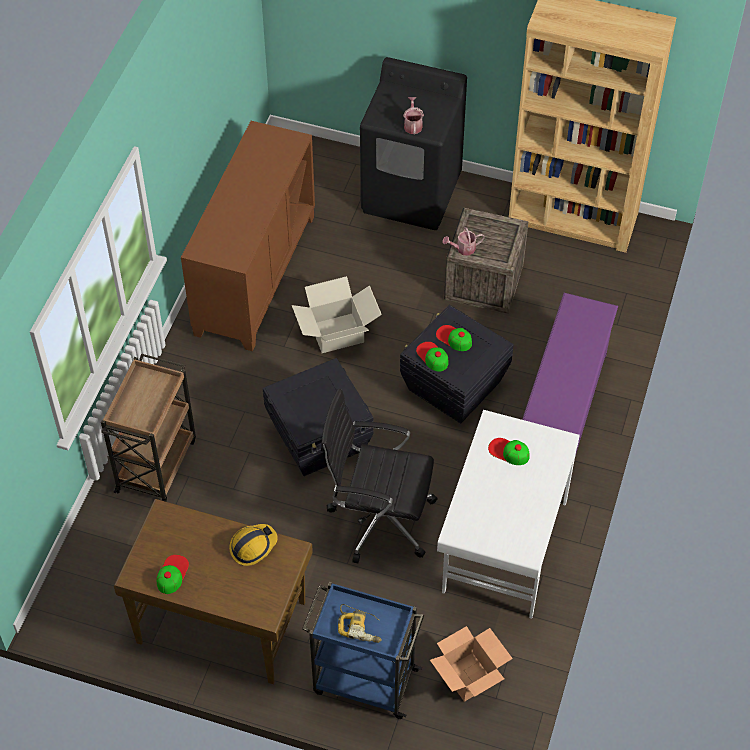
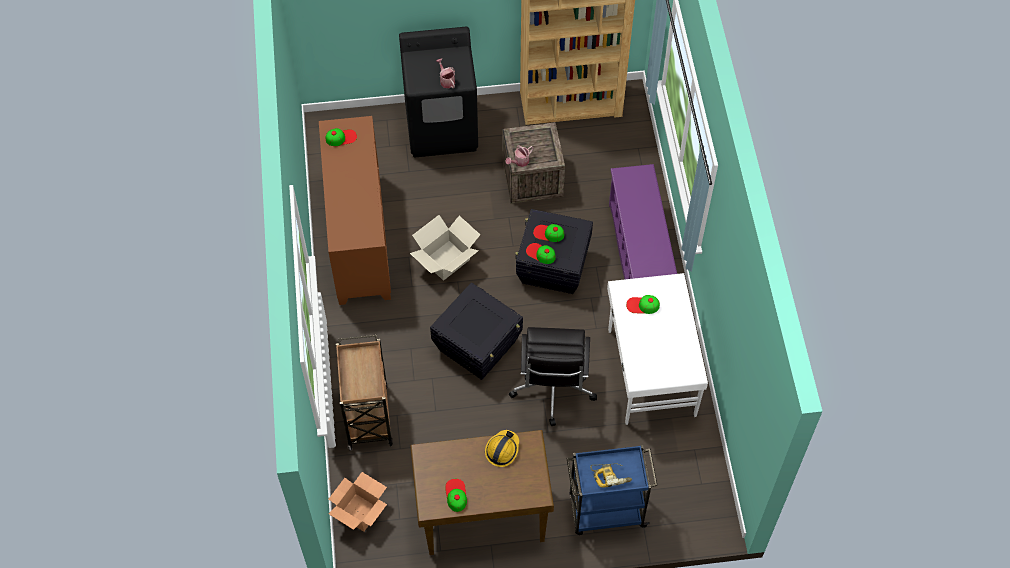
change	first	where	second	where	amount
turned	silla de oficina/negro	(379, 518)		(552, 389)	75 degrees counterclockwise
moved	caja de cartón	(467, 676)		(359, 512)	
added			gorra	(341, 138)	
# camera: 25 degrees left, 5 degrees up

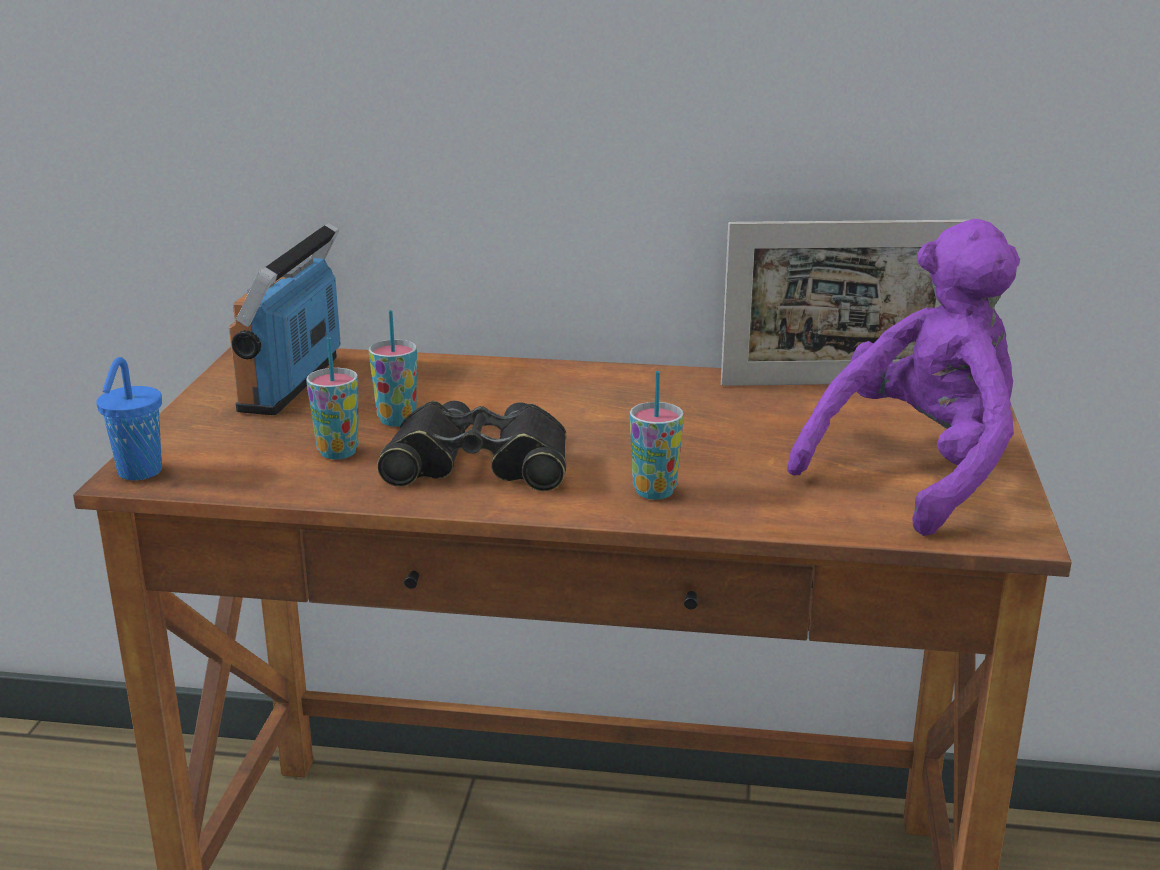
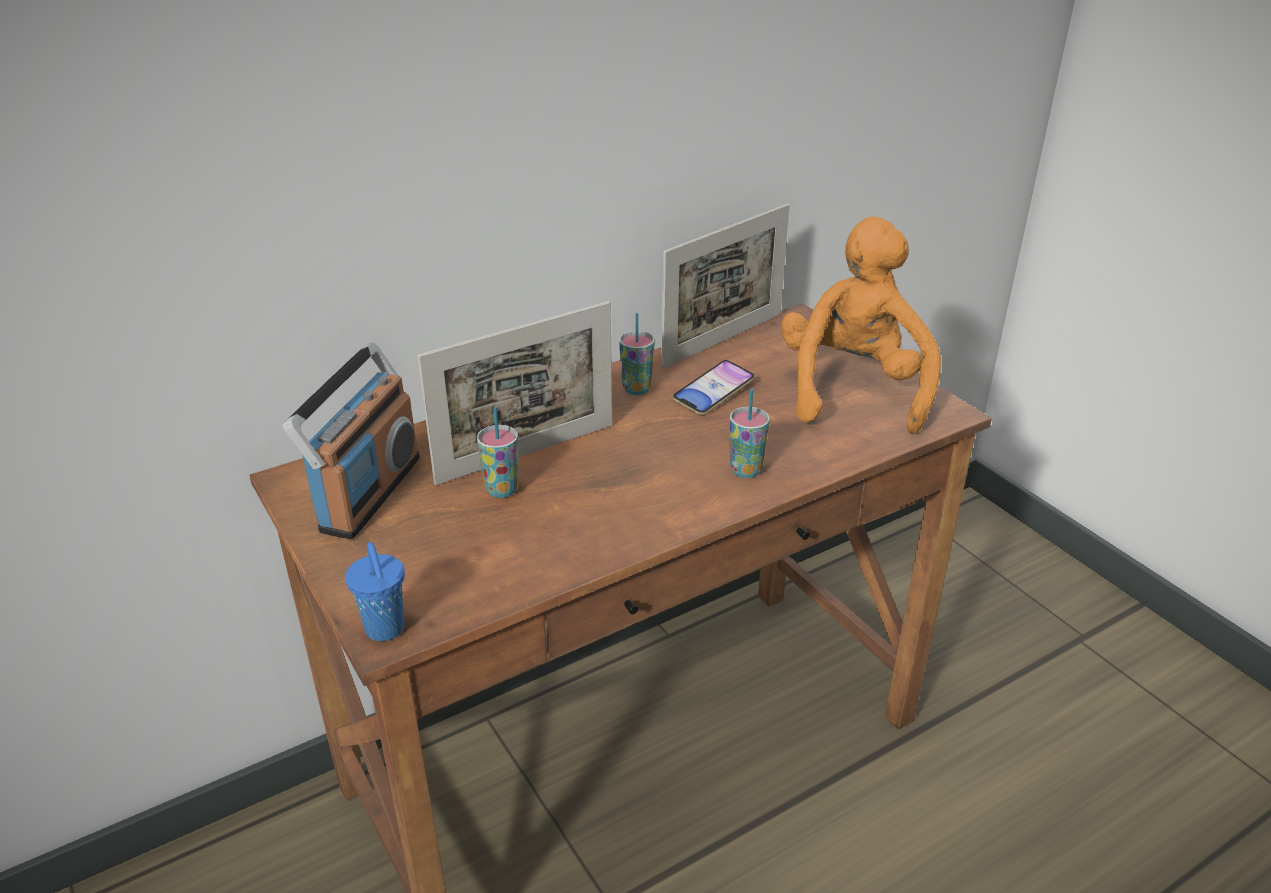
change	first	where	second	where	amount
recoloured	peluche/morado	(918, 472)	peluche/naranja	(853, 389)	
turned	radio	(292, 384)		(369, 493)	135 degrees counterclockwise
moved	taza	(338, 452)		(636, 389)	
removed	prismáticos/negro	(479, 464)			
added			portarretratos	(526, 453)	
added			móvil	(713, 393)	
# camera: 40 degrees left, 10 degrees up

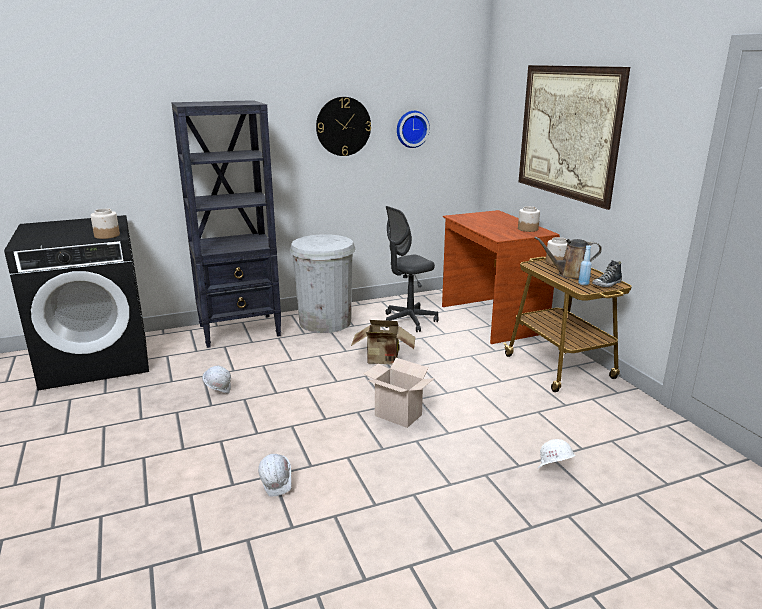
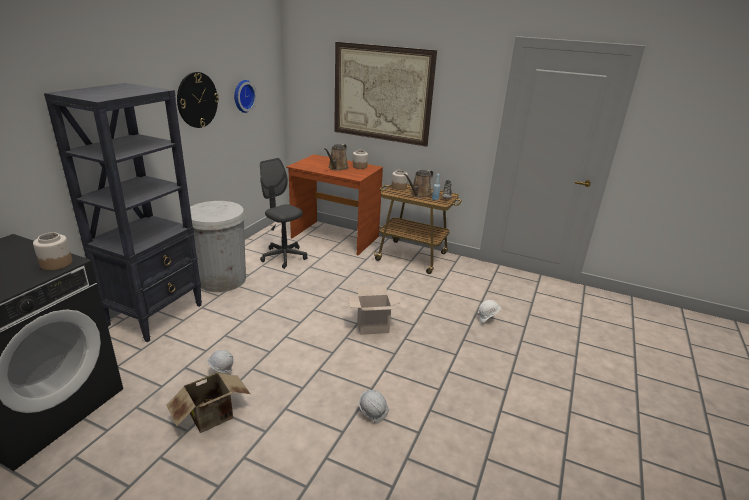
change	first	where	second	where	amount
turned	silla de oficina/gris	(408, 321)		(284, 257)	120 degrees clockwise
moved	caja de cartón	(384, 360)		(213, 418)	
added			regadera/marrón	(337, 168)	
# camera: 45 degrees left, 5 degrees up

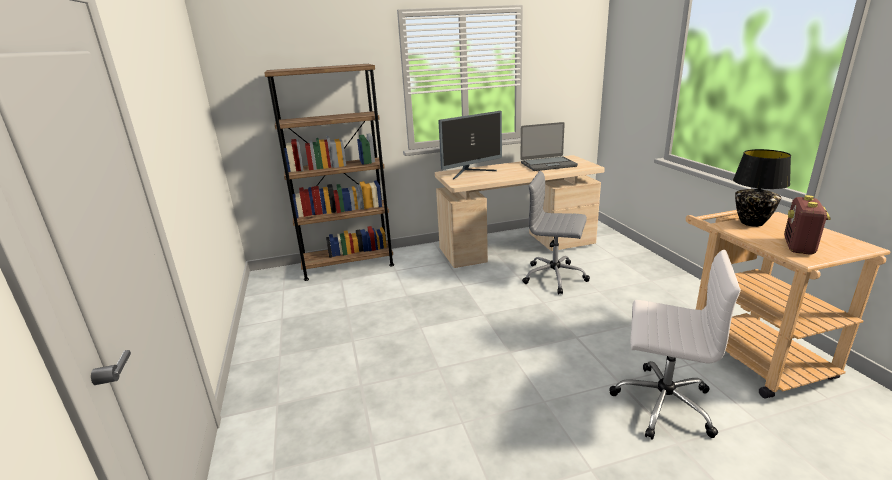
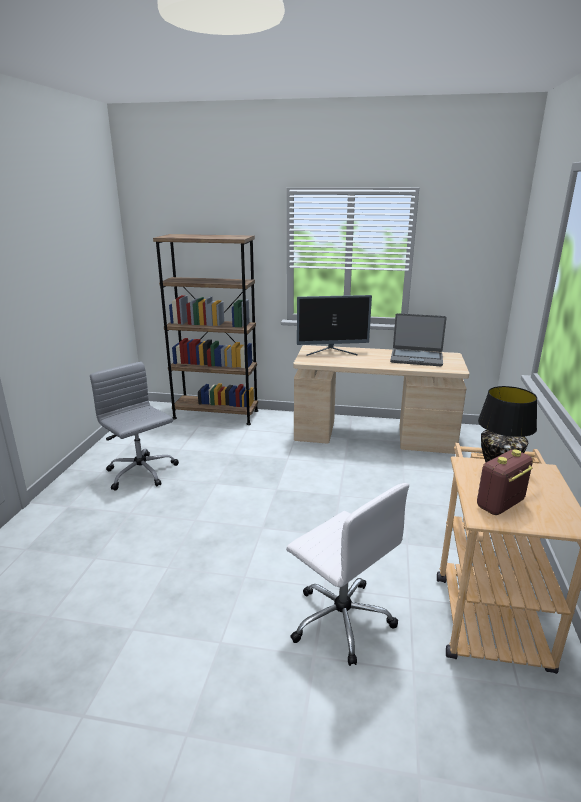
change	first	where	second	where	amount
moved	silla de oficina/gris	(555, 277)		(142, 473)	
# camera: 25 degrees right, 0 degrees up

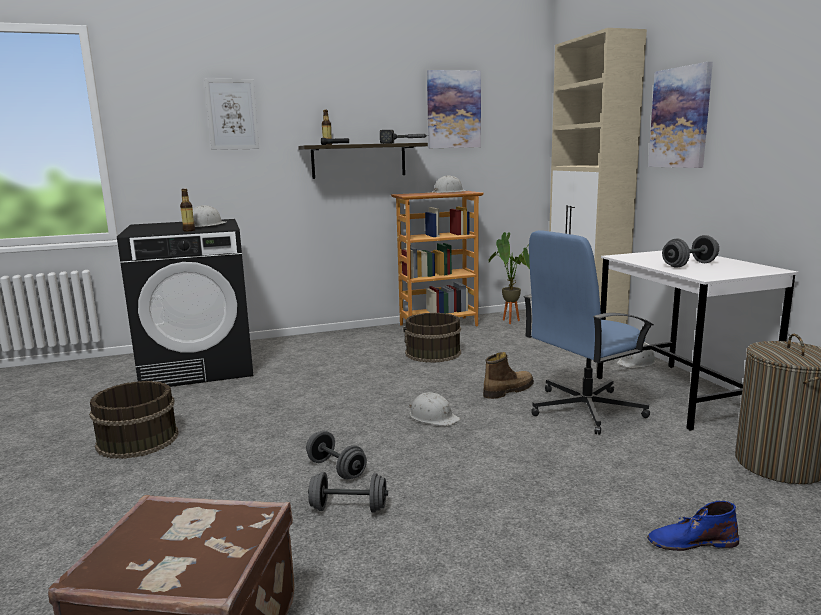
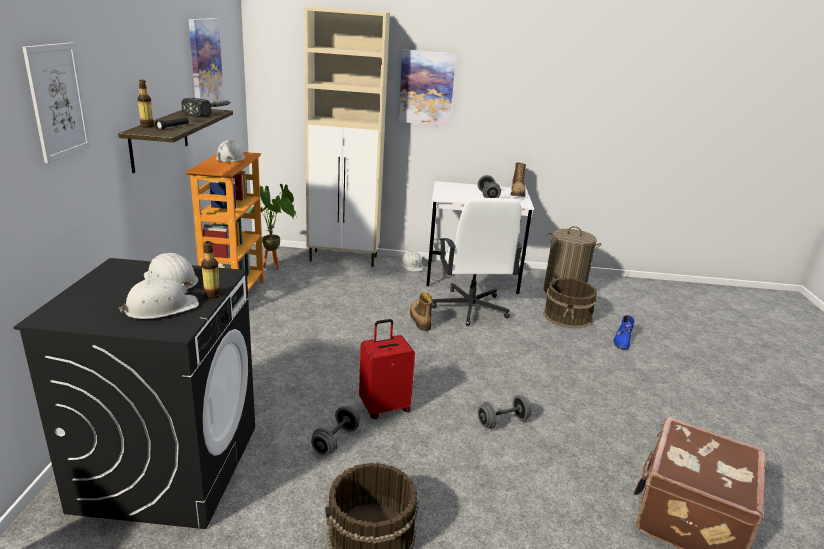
change	first	where	second	where	amount
recoloured	silla de oficina/azul	(584, 409)	silla de oficina/blanco	(470, 308)	
moved	cubo/marrón	(433, 353)		(568, 316)	
moved	casco/blanco	(433, 417)		(161, 308)	
moved	mancuerna/gris	(349, 508)		(336, 440)	
added			bota	(517, 194)	
added			maleta/rojo	(384, 407)	
# camera: 70 degrees left, 10 degrees up

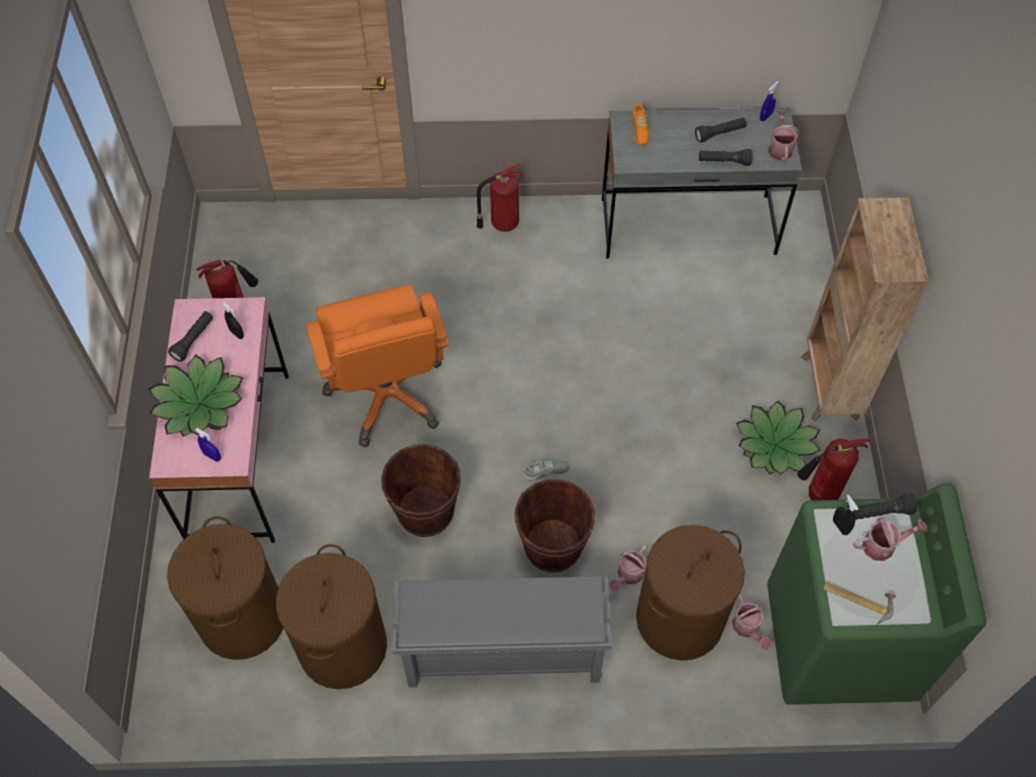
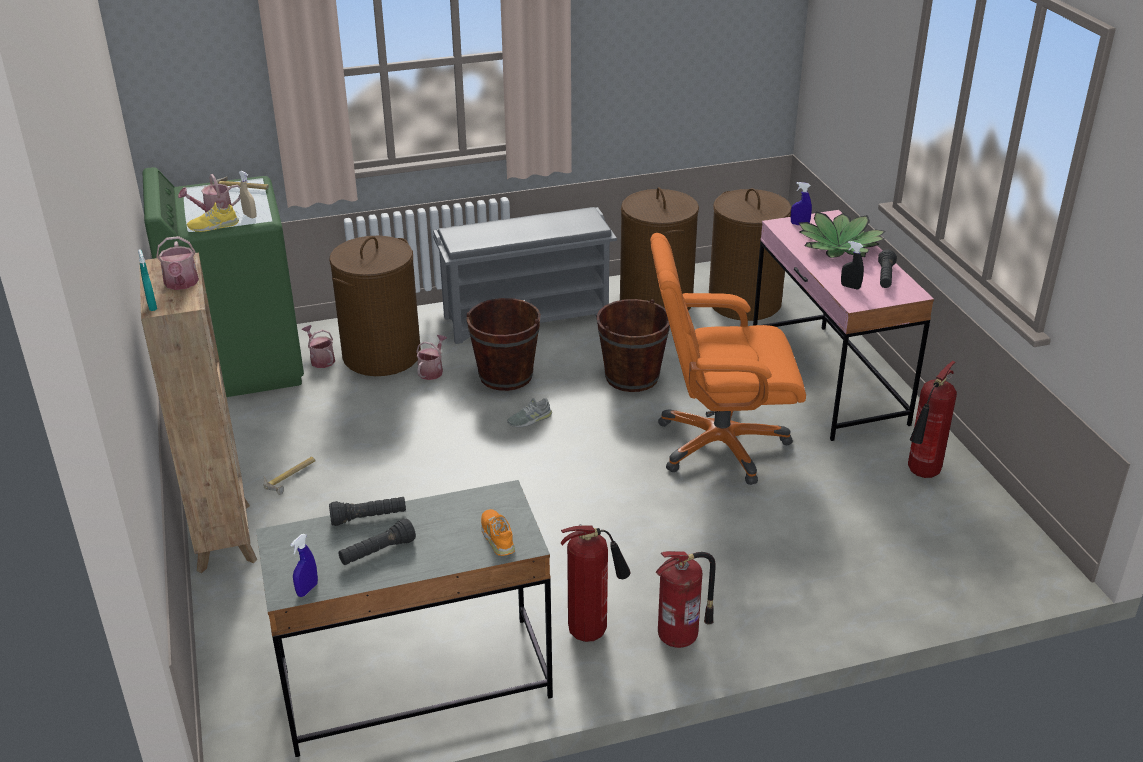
change	first	where	second	where	amount
moved	regadera	(780, 147)		(181, 284)	
turned	silla de oficina/naranja	(387, 395)		(719, 445)	60 degrees counterclockwise
replaced	planta en maceta	(775, 445)	martillo	(291, 477)	
moved	extintor	(818, 497)		(592, 631)	
replaced	linterna/negro	(879, 513)	zapato/amarillo	(213, 226)	
recoloured	pulverizador/negro	(840, 526)	pulverizador/beis	(250, 216)	
added			pulverizador/turquesa	(152, 306)	
# camera: 165 degrees right, 25 degrees down

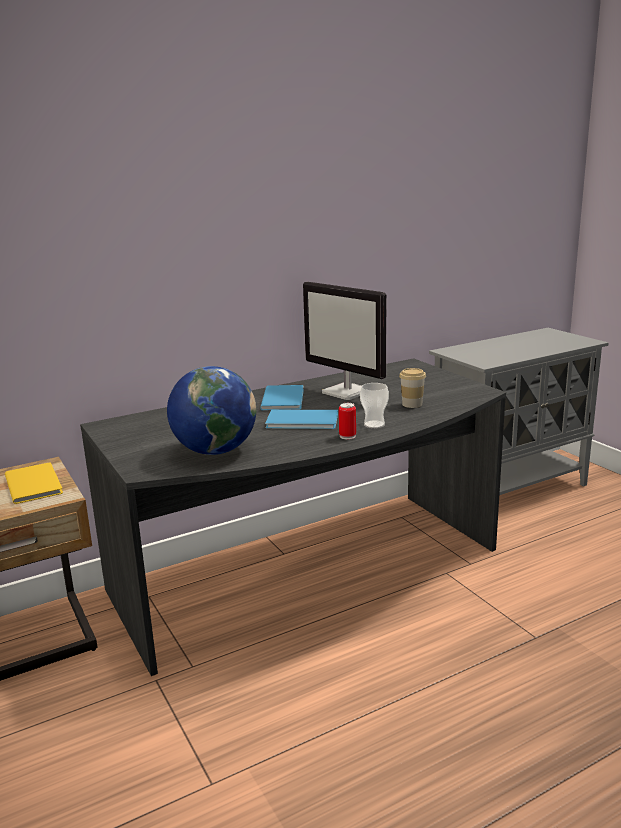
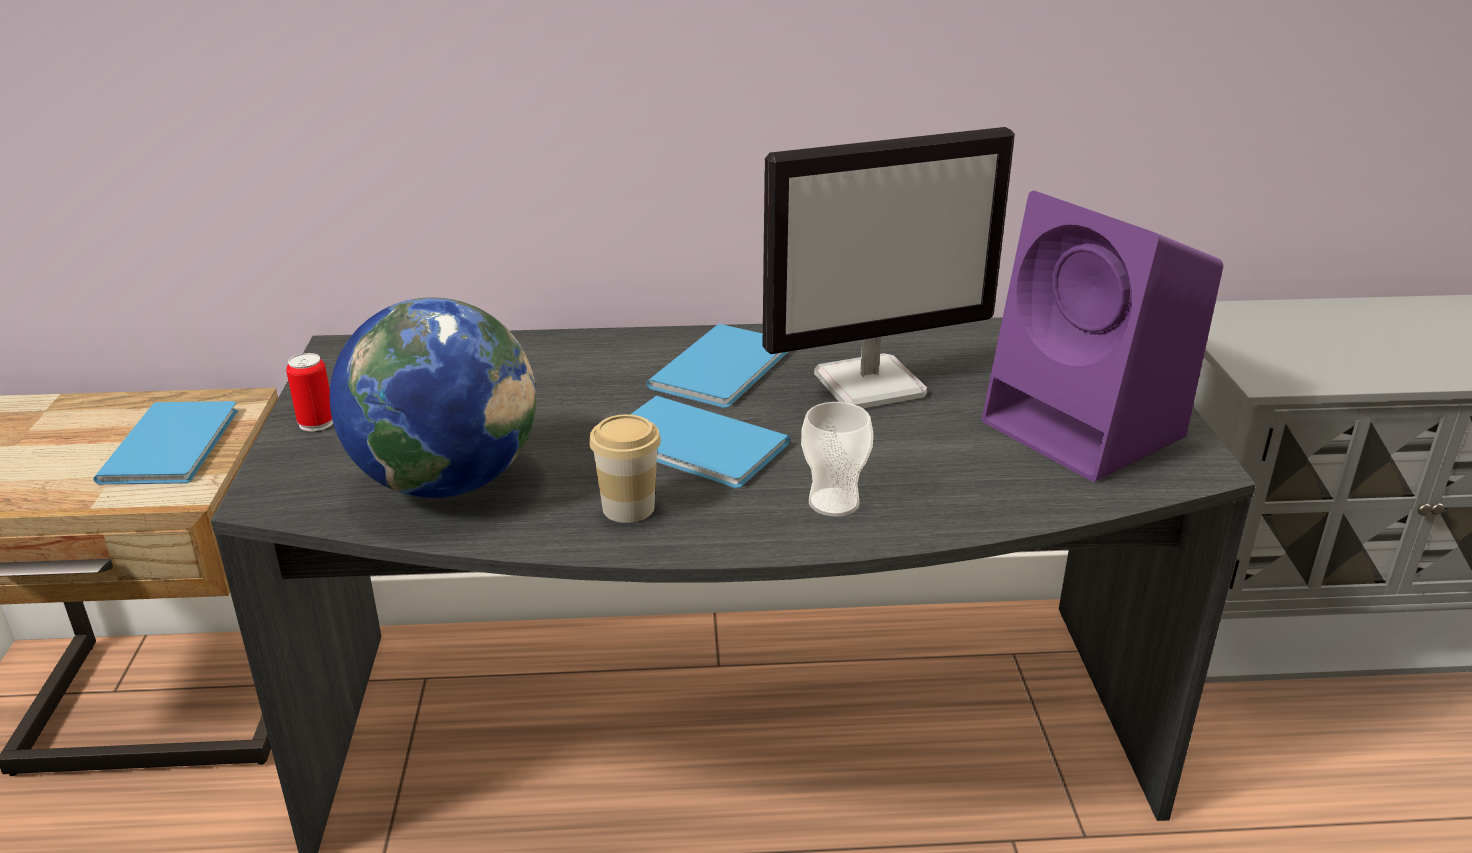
change	first	where	second	where	amount
turned	monitor	(347, 392)		(871, 384)	90 degrees counterclockwise
moved	taza	(412, 404)		(628, 508)	
moved	lata	(347, 436)		(316, 423)	
recoloured	libro/amarillo	(35, 483)	libro/azul	(176, 443)	
added			altavoz/morado	(1088, 431)	
# camera: 25 degrees right, 10 degrees up

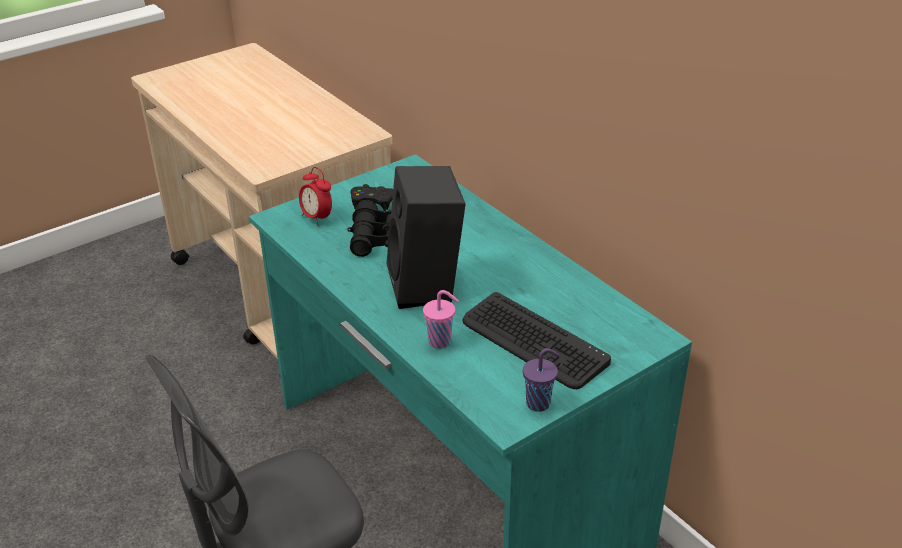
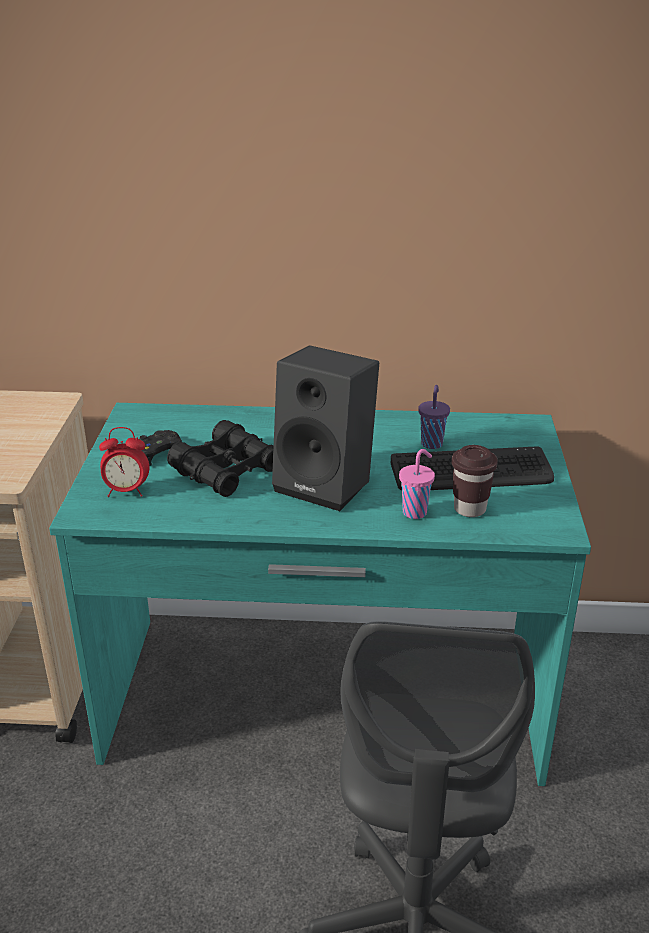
change	first	where	second	where	amount
moved	taza/morado	(539, 403)		(432, 443)	
added			taza/marrón	(469, 509)	
# camera: 50 degrees left, 5 degrees down

